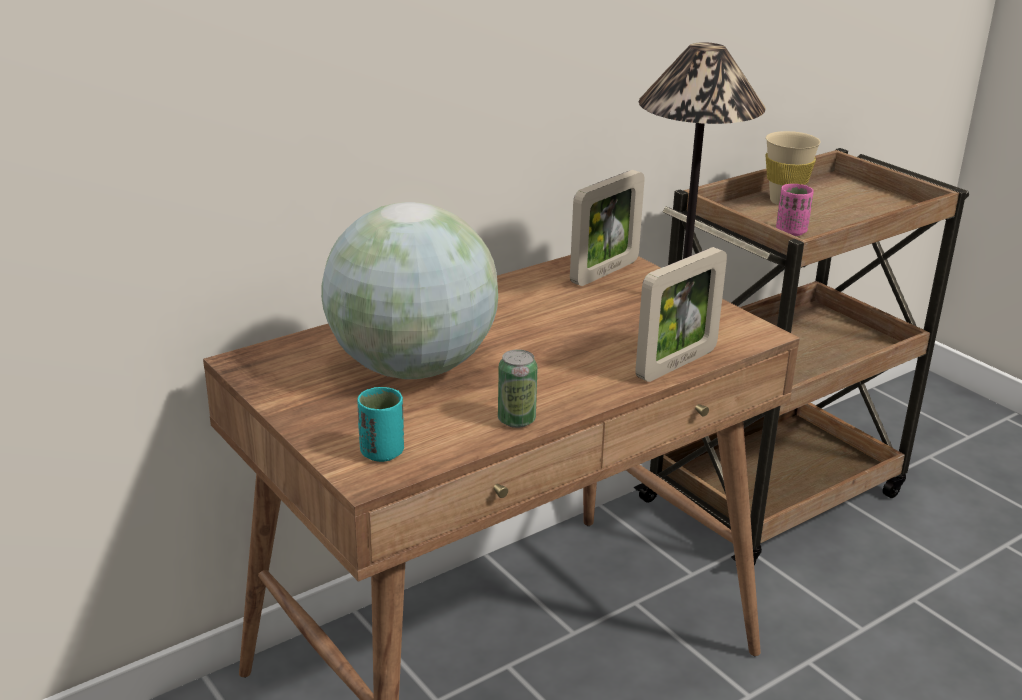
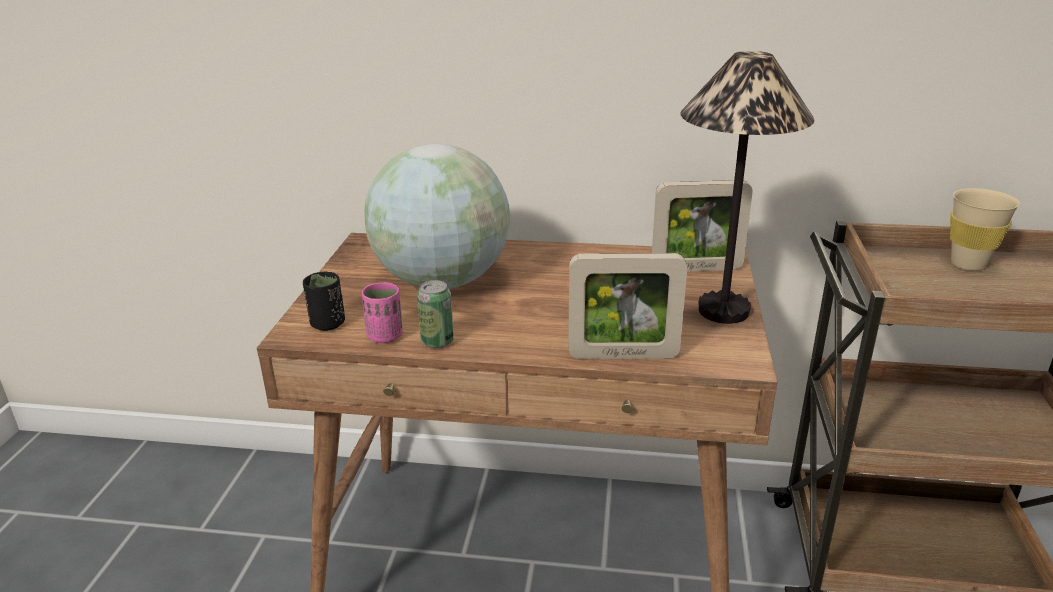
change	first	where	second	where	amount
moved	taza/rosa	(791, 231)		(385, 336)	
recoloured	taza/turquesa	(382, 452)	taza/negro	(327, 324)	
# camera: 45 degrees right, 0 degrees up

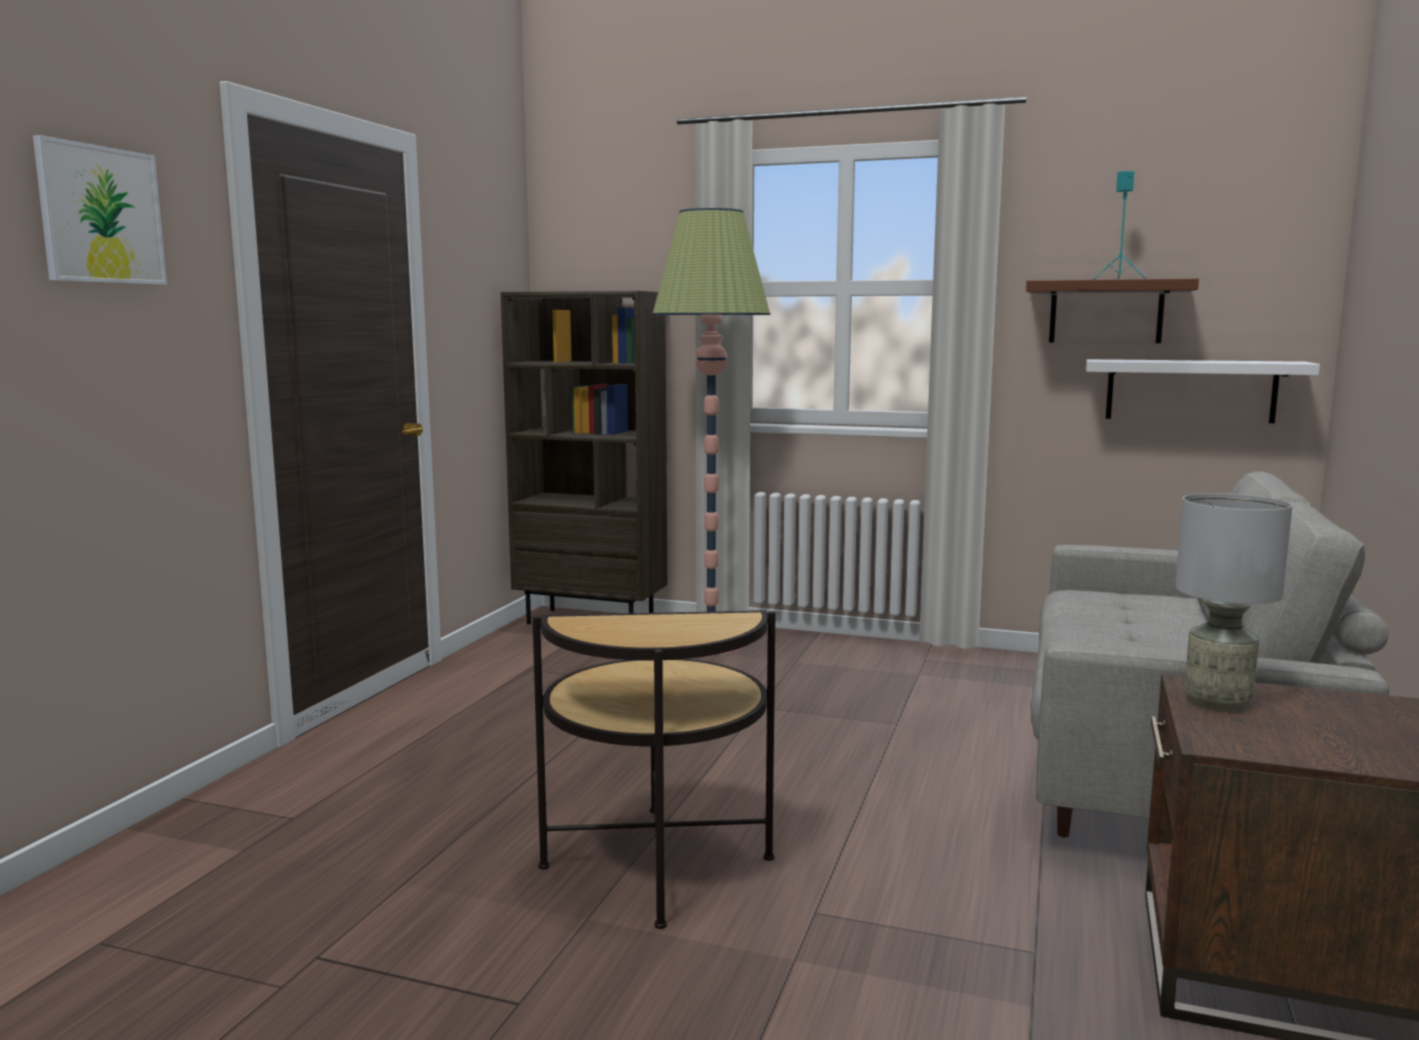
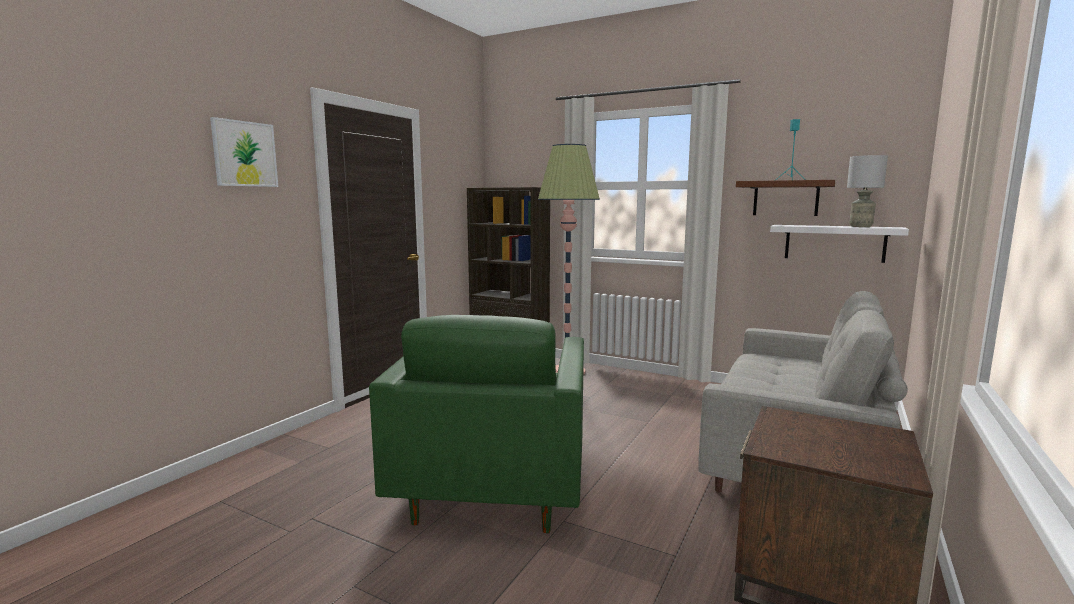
change	first	where	second	where	amount
moved	lámpara de mesa/gris	(1218, 702)		(861, 226)	
replaced	mesa auxiliar	(657, 862)	sillón/verde	(493, 486)	
# camera: 10 degrees right, 0 degrees up

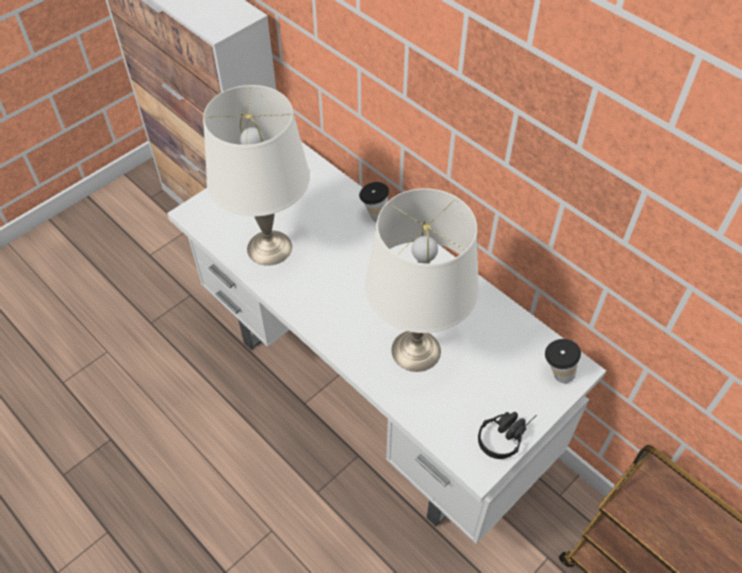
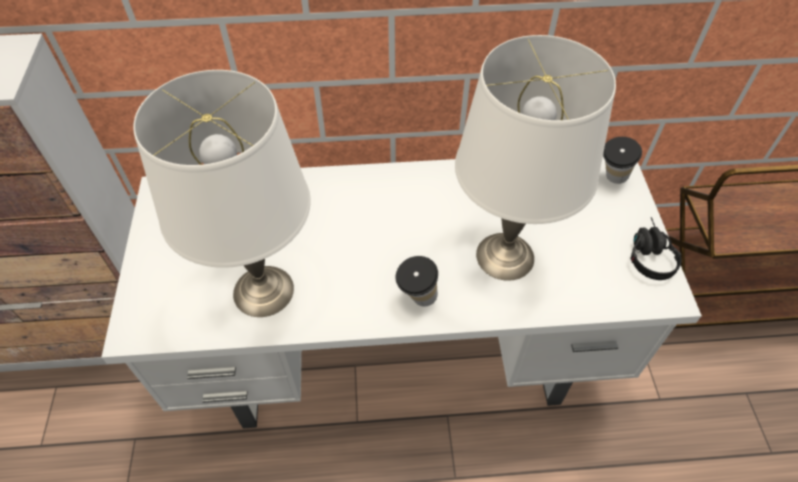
change	first	where	second	where	amount
moved	taza	(374, 216)		(417, 300)	
# camera: 50 degrees left, 0 degrees up

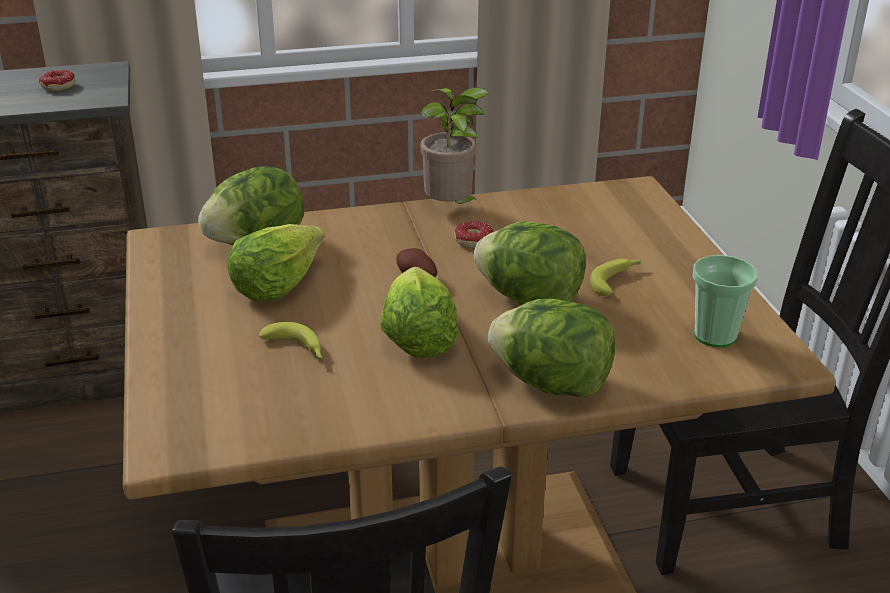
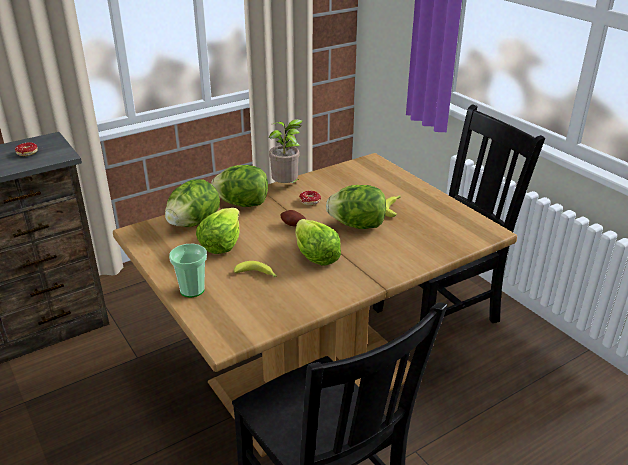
change	first	where	second	where	amount
moved	taza	(715, 335)		(192, 290)	
moved	lechuga	(552, 384)		(243, 204)	
# camera: 20 degrees left, 0 degrees up

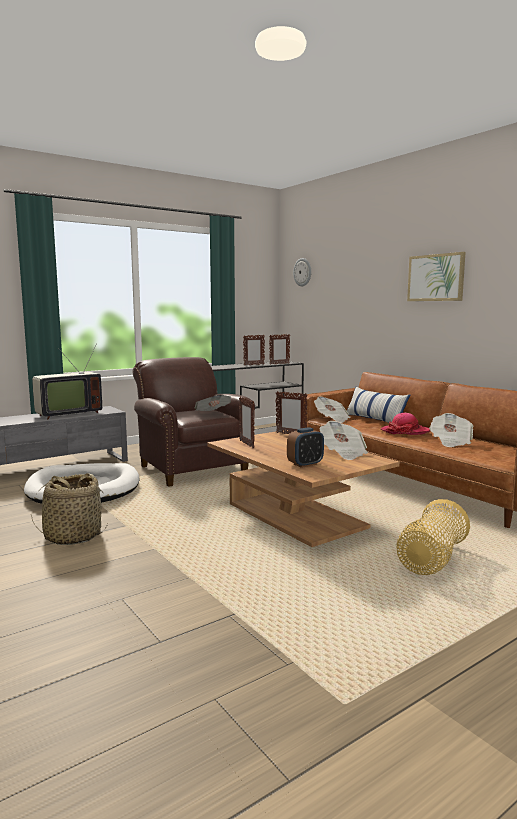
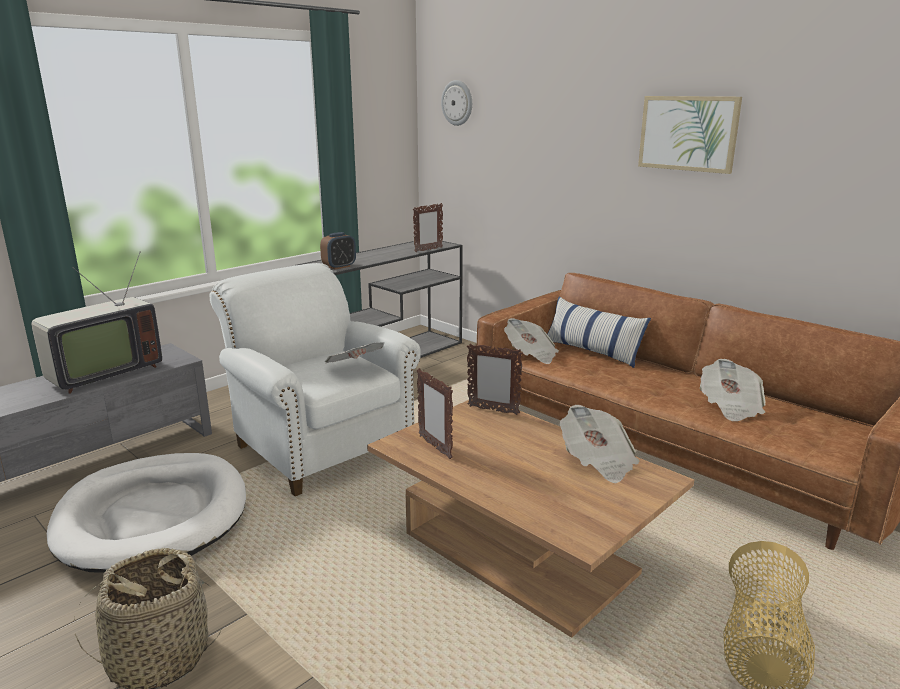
change	first	where	second	where	amount
removed	portarretratos	(253, 365)			
recoloured	sillón/marrón	(190, 468)	sillón/blanco	(319, 445)	
removed	sombrero	(405, 431)			
moved	despertador	(305, 464)		(339, 267)	
# camera: 10 degrees left, 10 degrees up

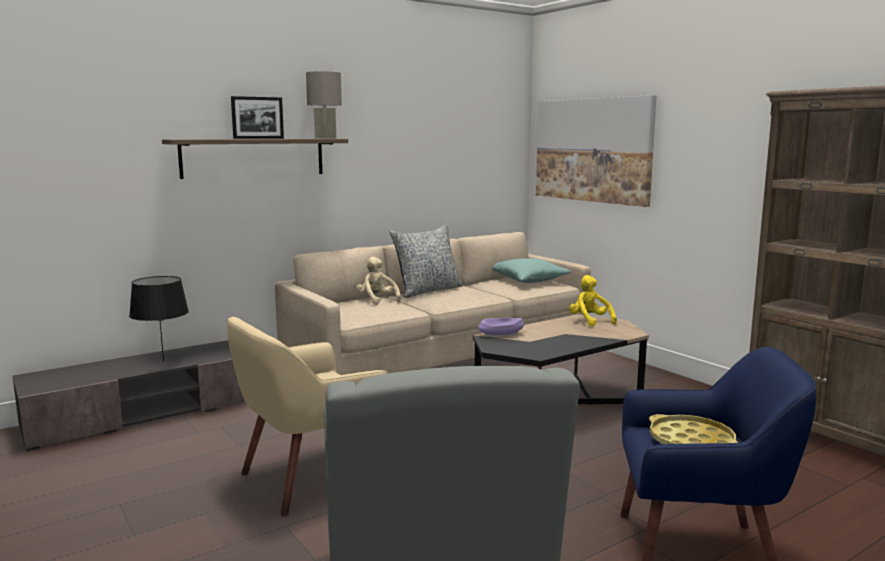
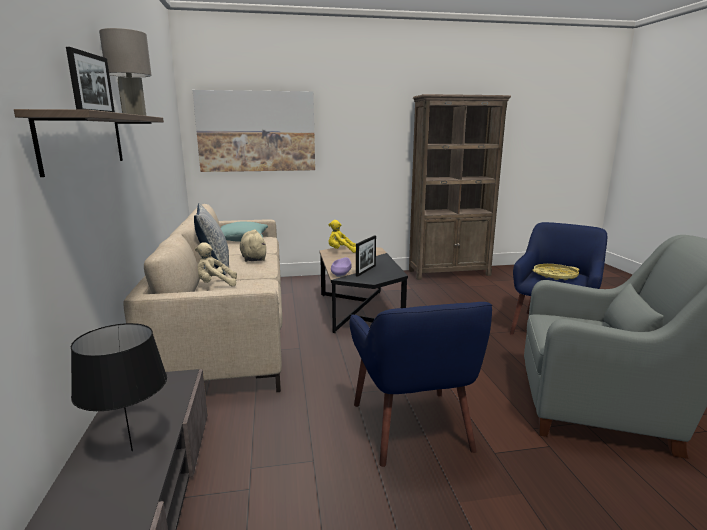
change	first	where	second	where	amount
recoloured	sillón/beis	(310, 478)	sillón/azul	(412, 427)	
added			peluche/beis	(253, 258)	
added			portarretratos	(366, 270)	
# camera: 65 degrees left, 5 degrees up

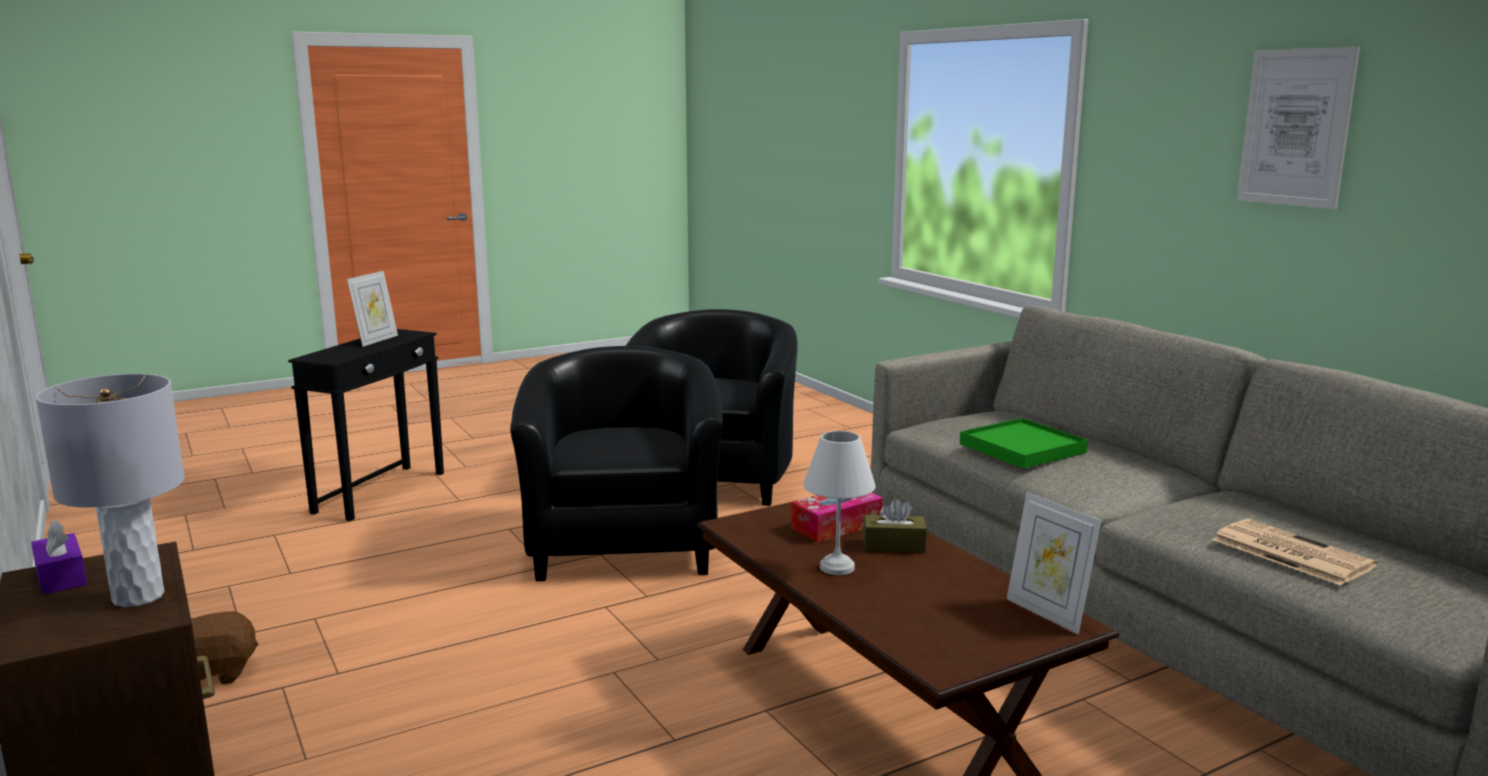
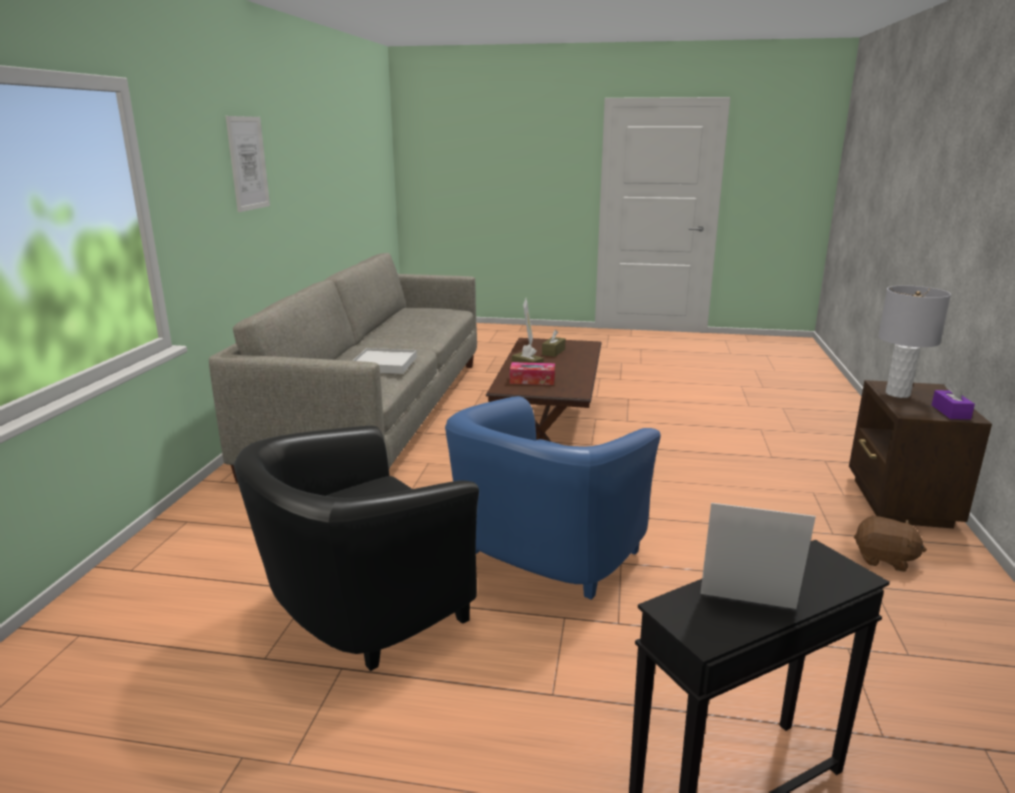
change	first	where	second	where	amount
turned	portarretratos	(376, 340)		(747, 606)	45 degrees clockwise
recoloured	sillón/negro	(624, 544)	sillón/azul	(543, 560)	
recoloured	bandeja/verde	(1022, 448)	bandeja/blanco	(384, 364)	
removed	lámpara de mesa/blanco	(839, 567)			
removed	periódico	(1289, 552)			
added			caja de pañuelos/marrón	(553, 352)	
# camera: 140 degrees left, 5 degrees up

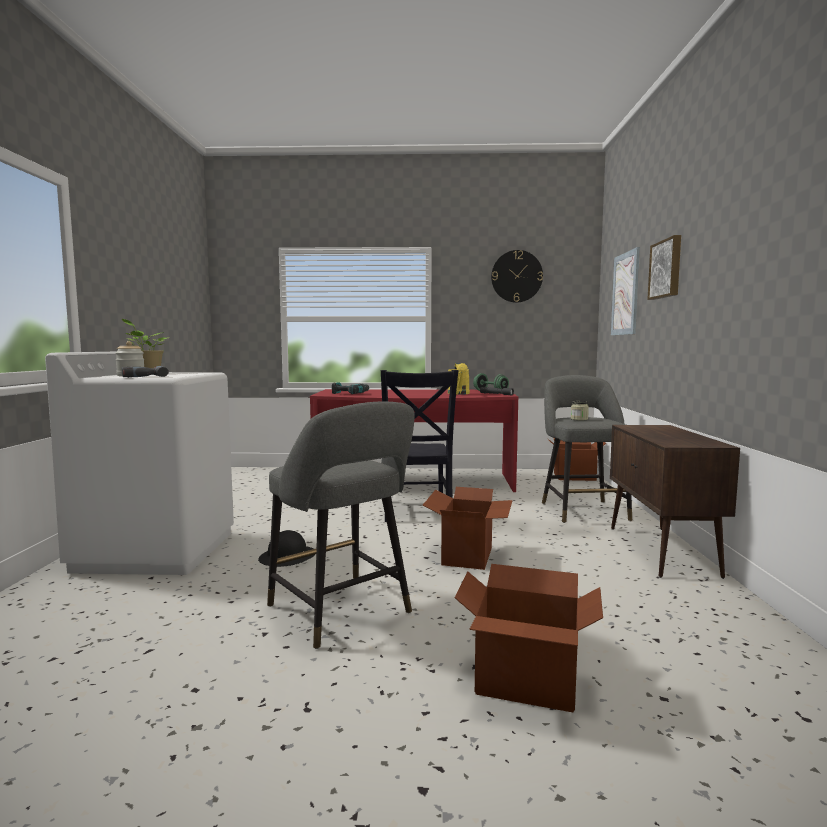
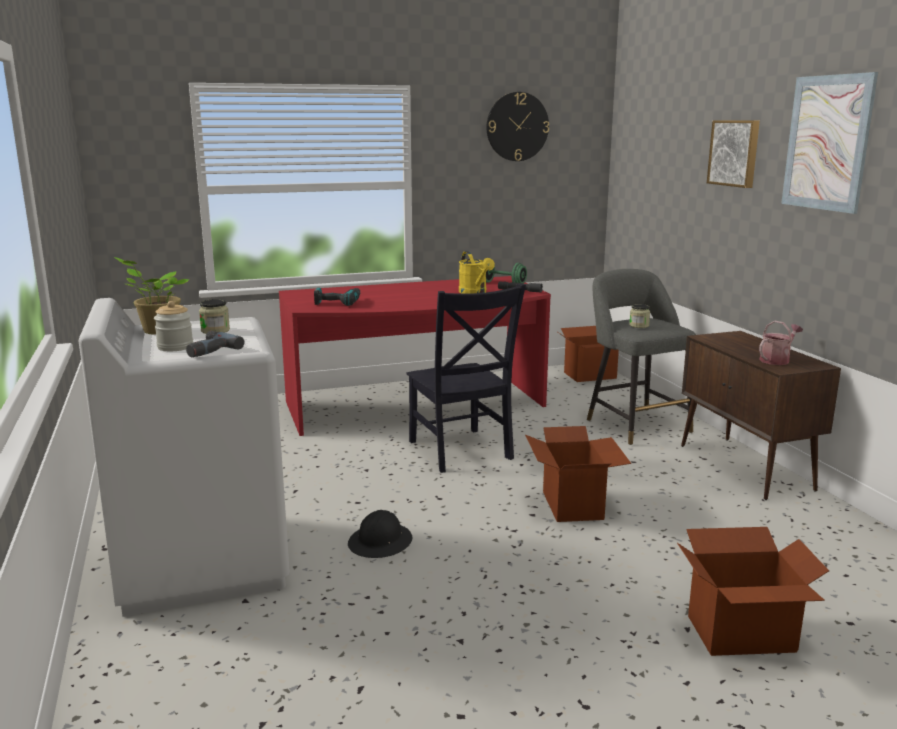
change	first	where	second	where	amount
moved	cuadro	(625, 294)		(827, 143)	
removed	taburete/gris	(343, 612)			
added			tarro	(215, 331)	
added			regadera	(777, 360)	
# camera: 20 degrees left, 10 degrees up

